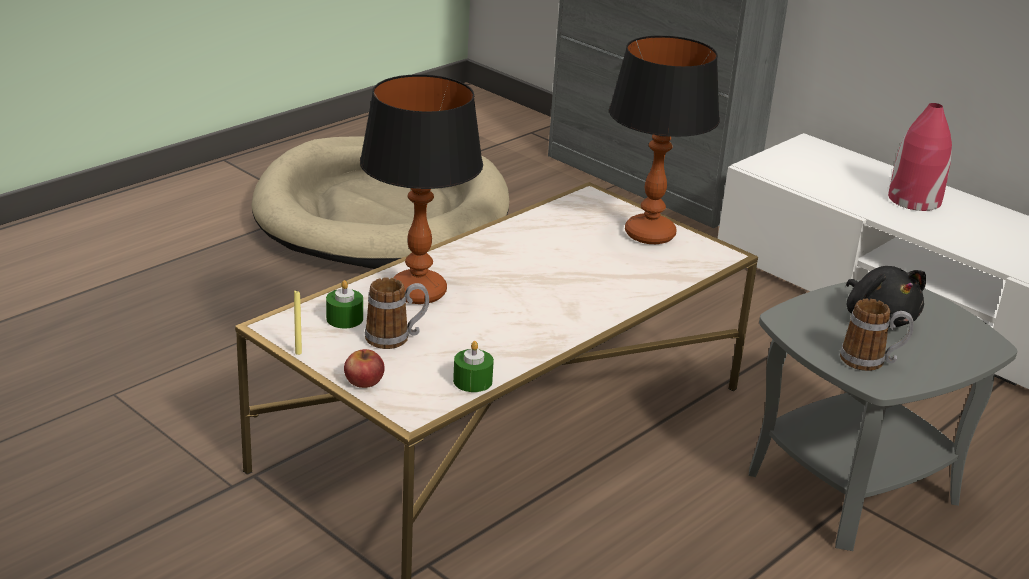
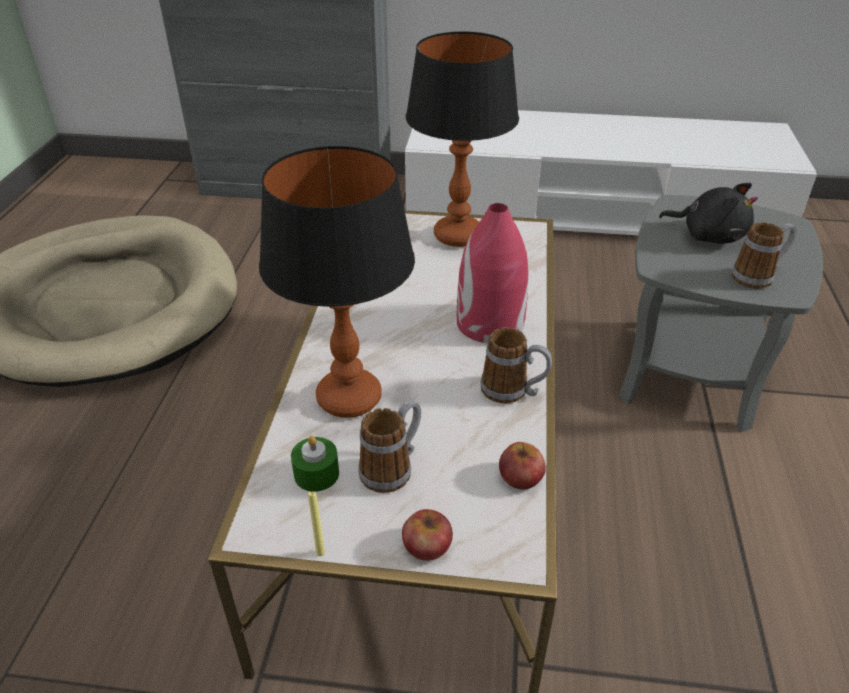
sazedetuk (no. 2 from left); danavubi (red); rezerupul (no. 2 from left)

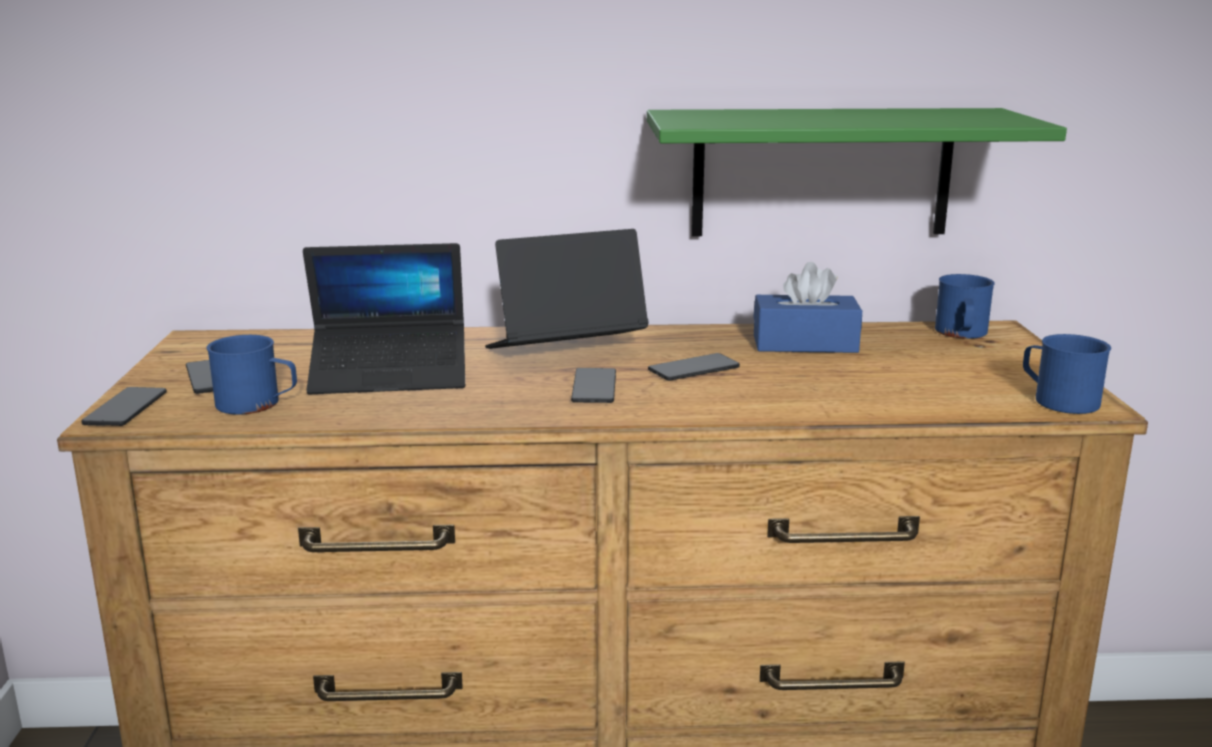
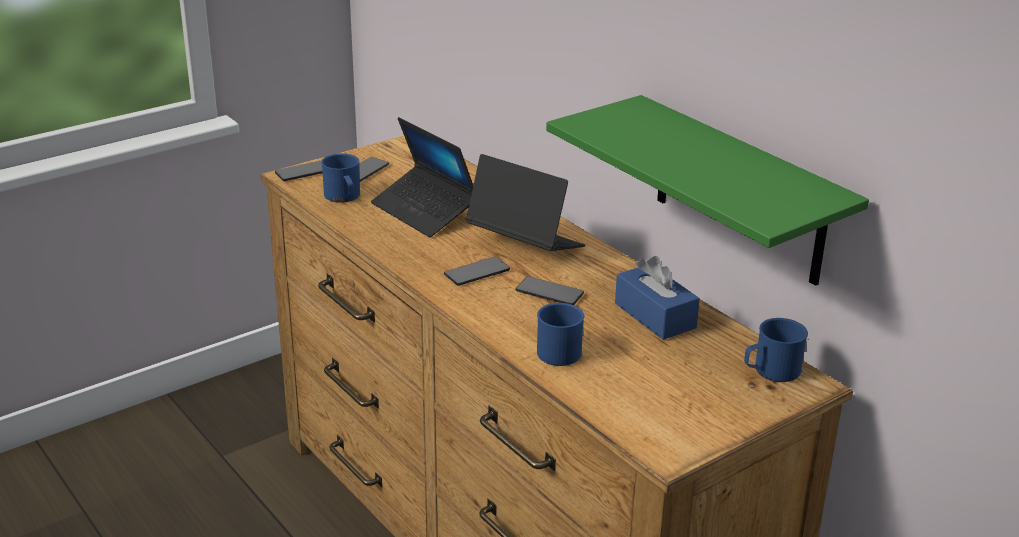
sazedetuk (blue) (no. 2 from left)

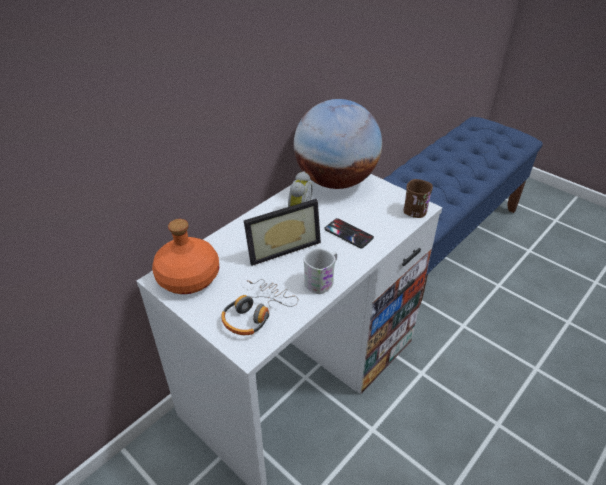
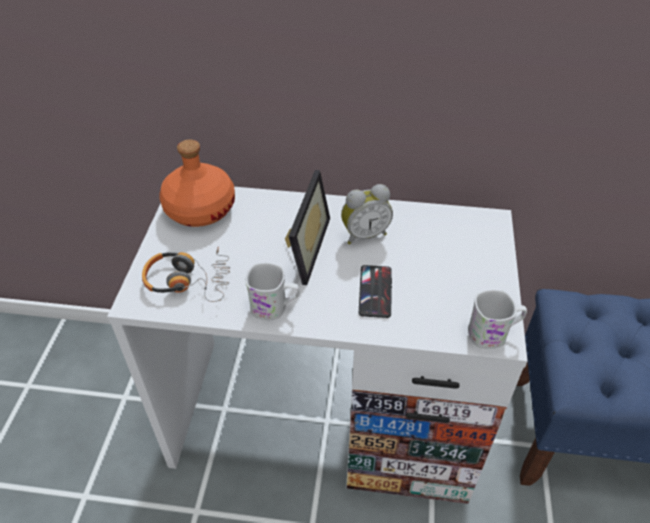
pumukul; sazedetuk (white) (no. 2 from left); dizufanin

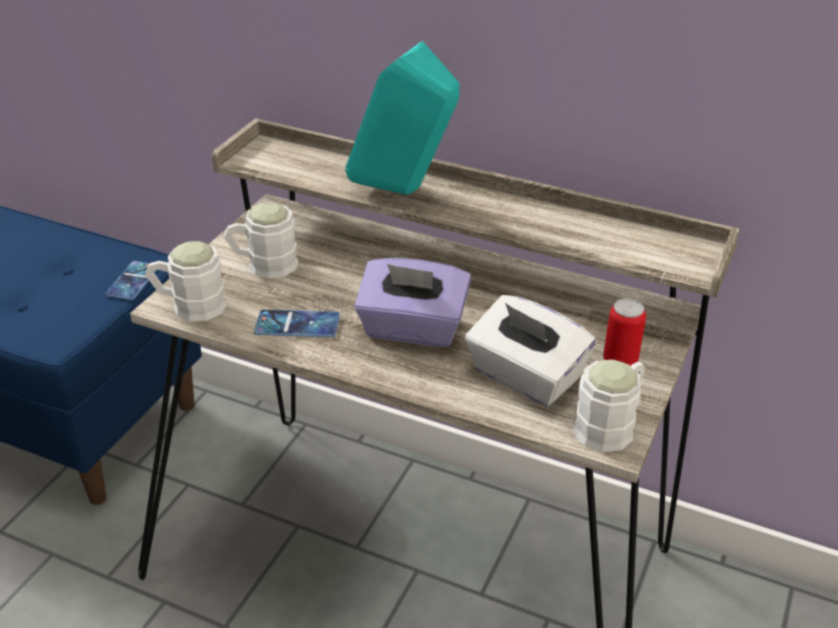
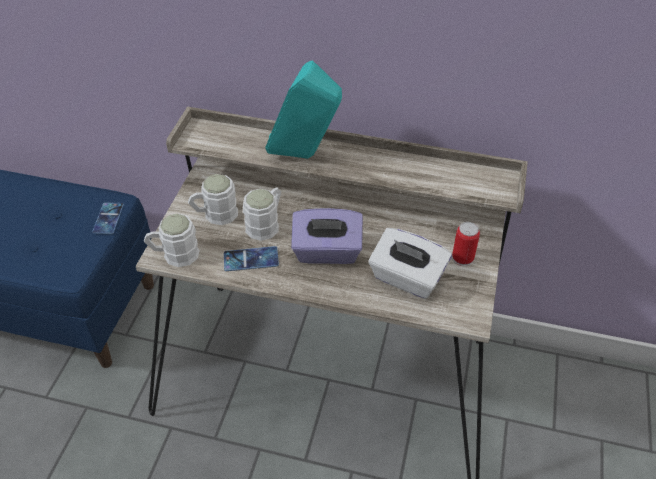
sazedetuk (white) (no. 3 from left)

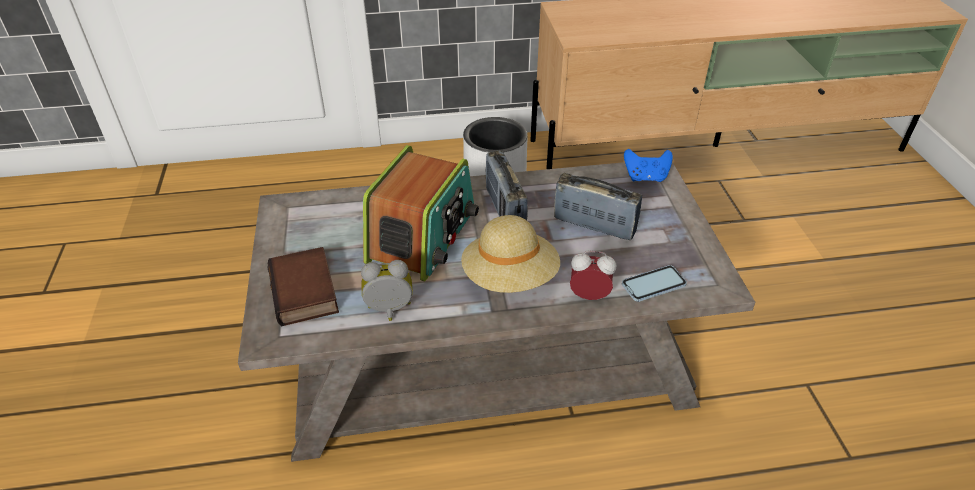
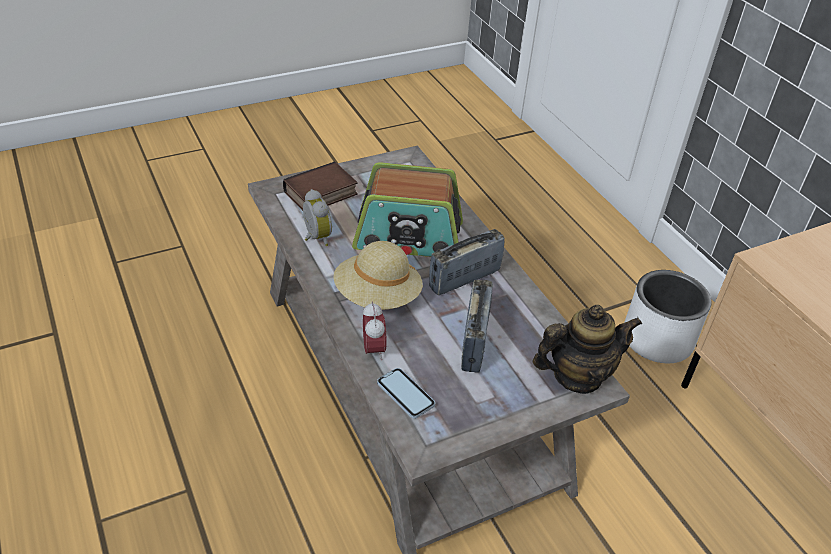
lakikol

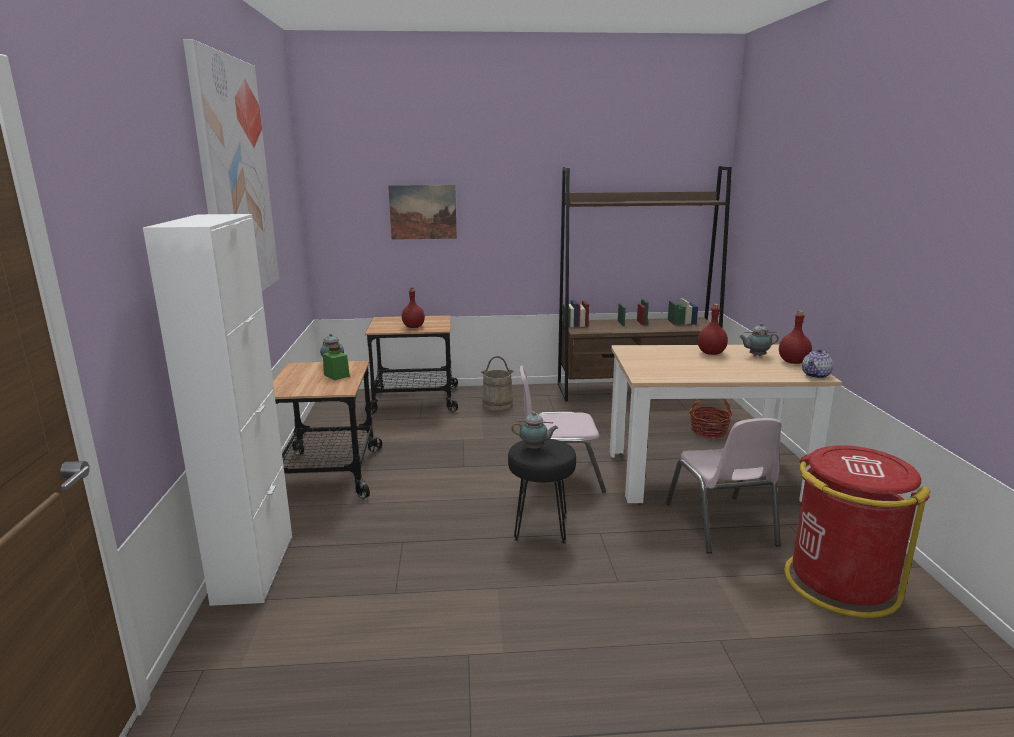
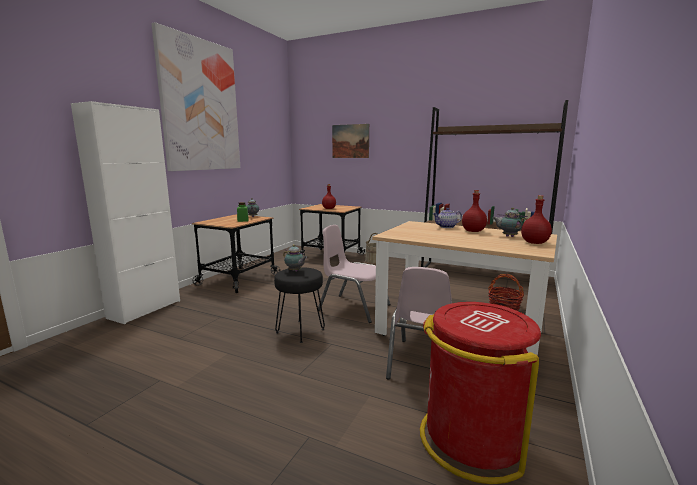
lakikol (no. 3 from left)

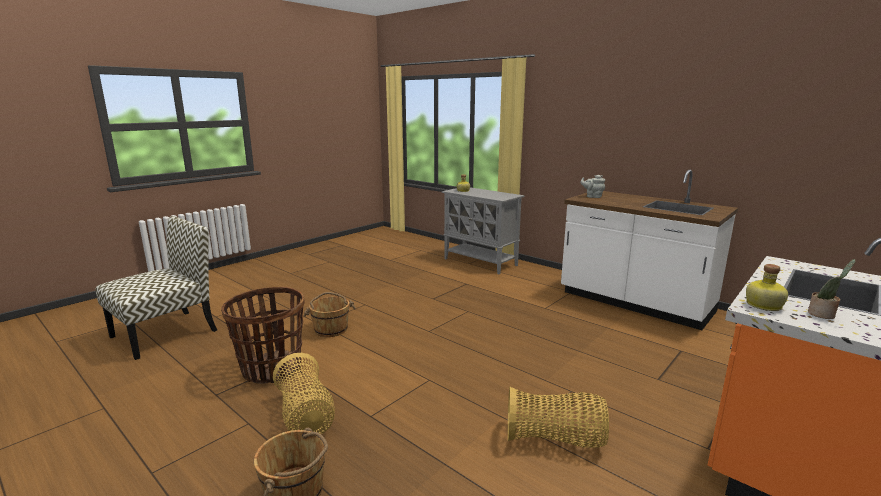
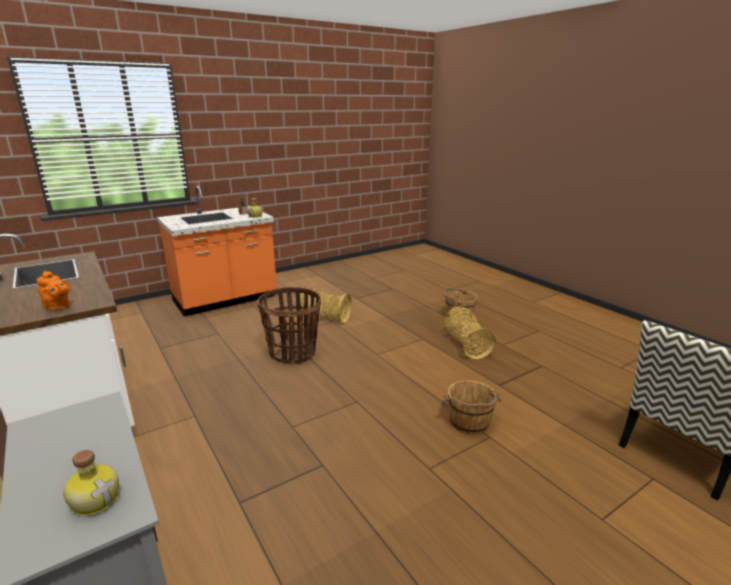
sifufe (no. 1 from left); lakikol (orange)

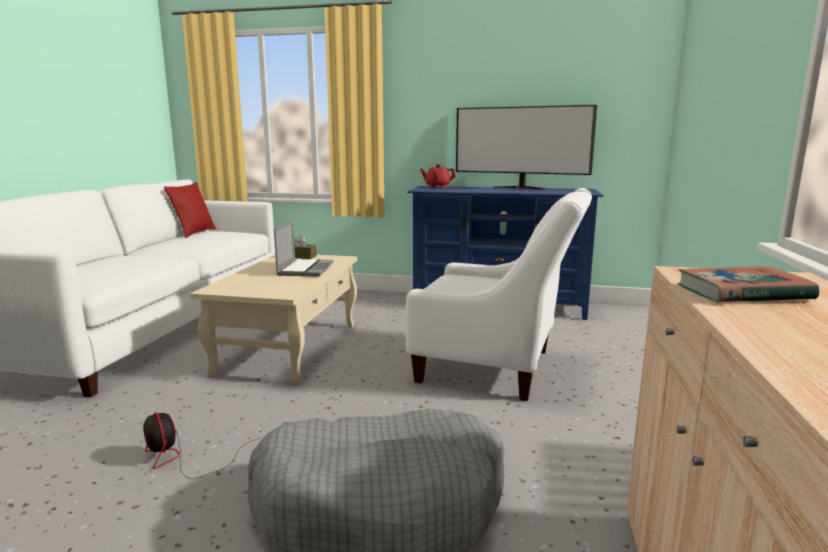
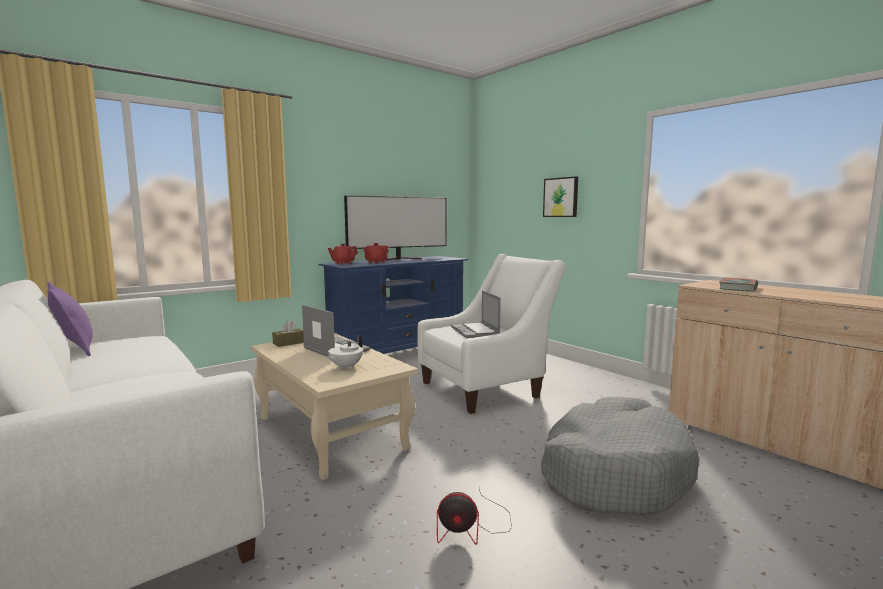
lakikol (white); lakikol (red) (no. 2 from left); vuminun (no. 2 from left); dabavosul; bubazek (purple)

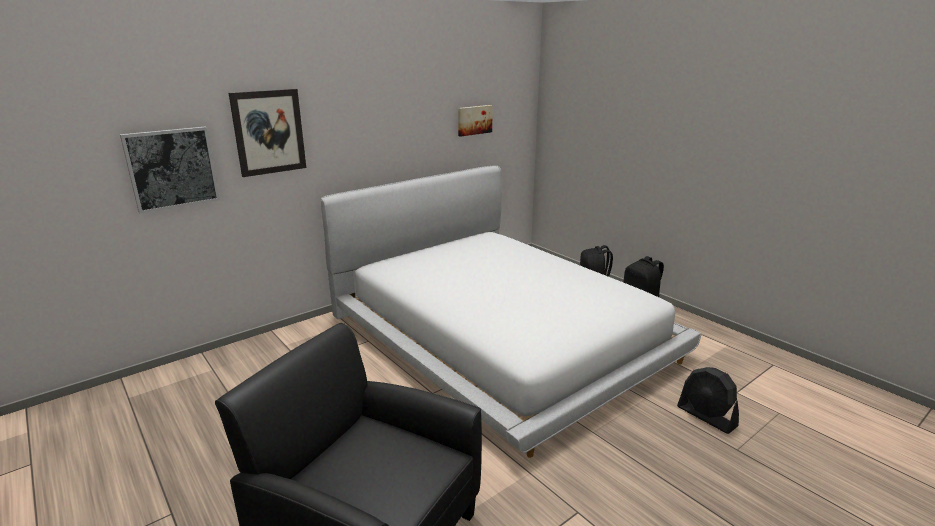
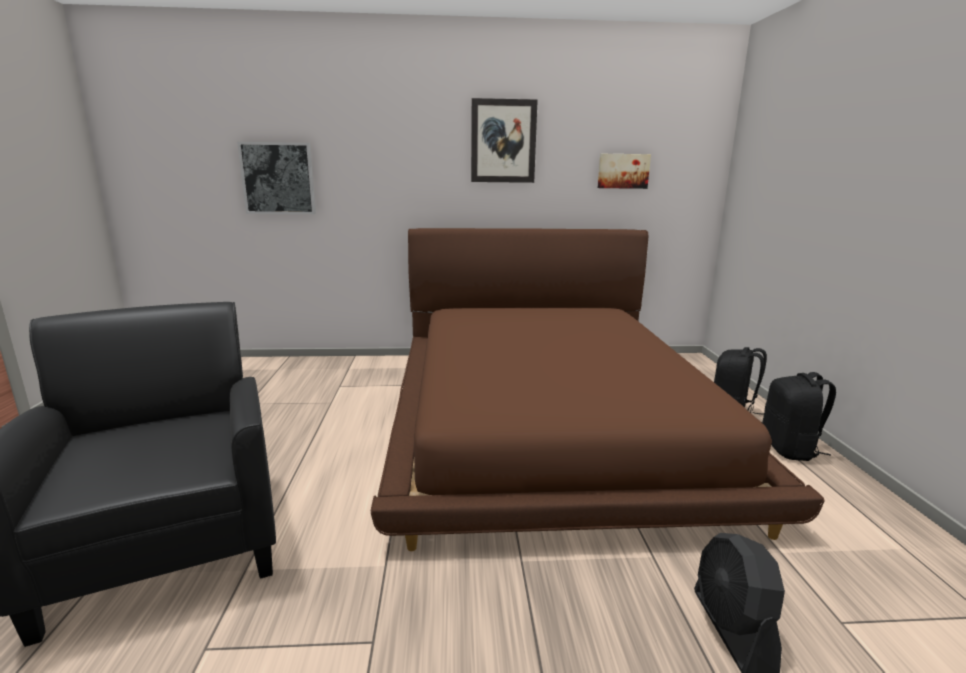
dabavosul (no. 2 from left); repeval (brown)

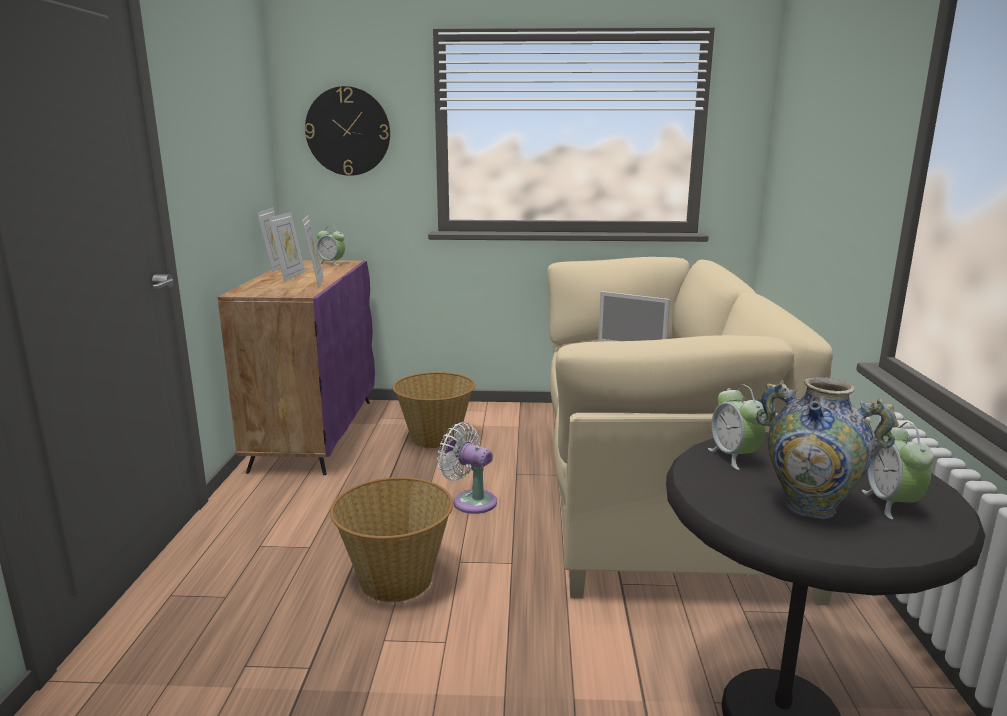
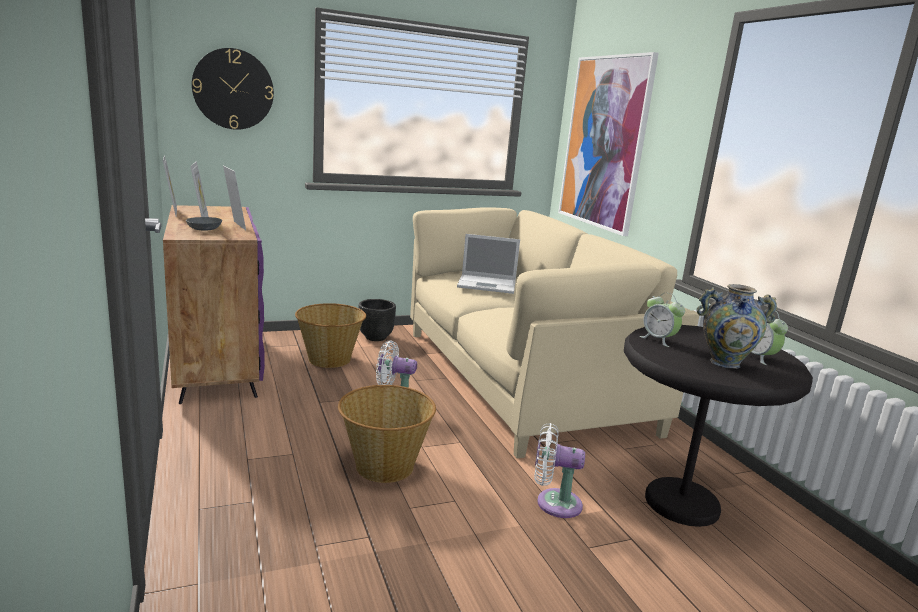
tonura (no. 1 from left in the first image); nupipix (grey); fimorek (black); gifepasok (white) (no. 2 from left); dabavosul

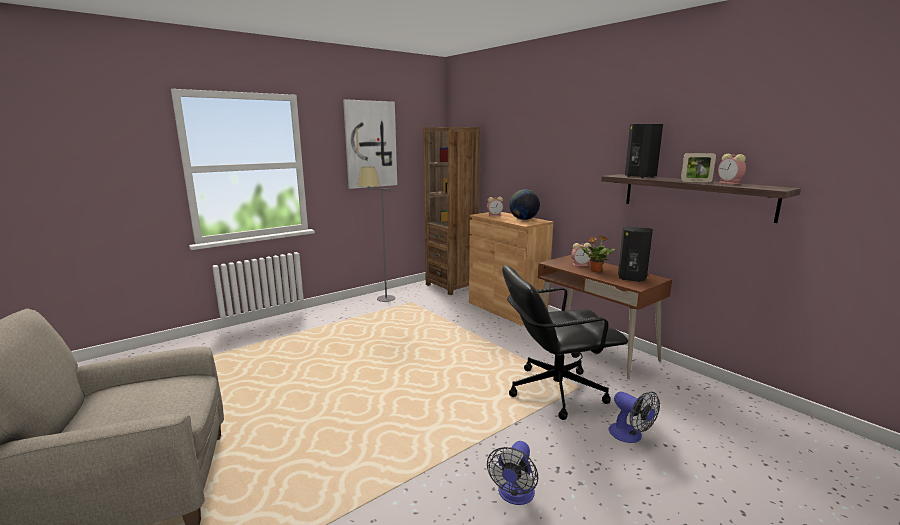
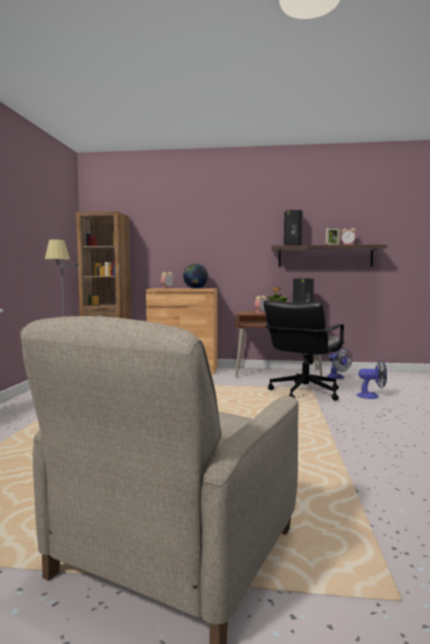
dabavosul; gifepasok (no. 1 from left)

